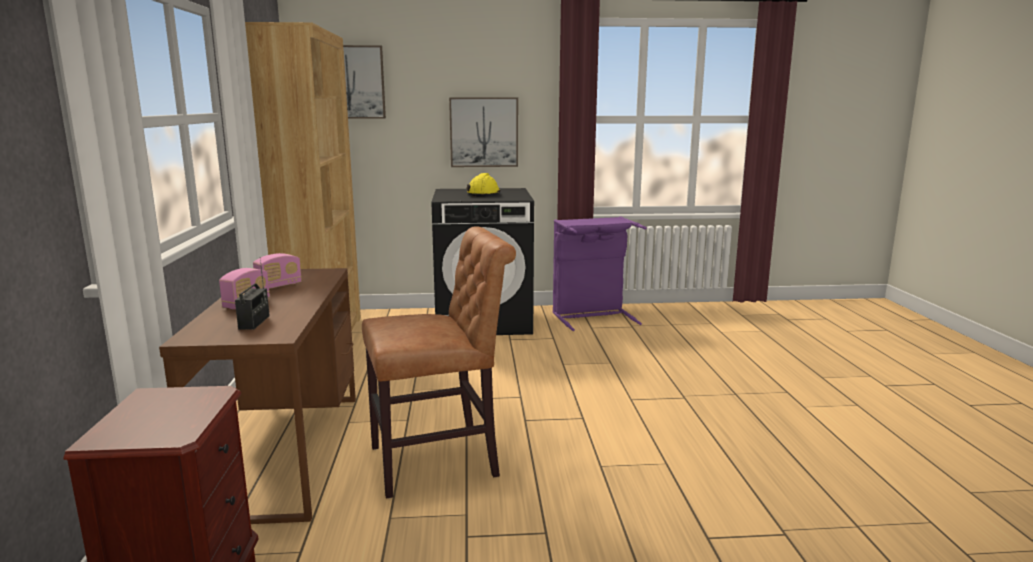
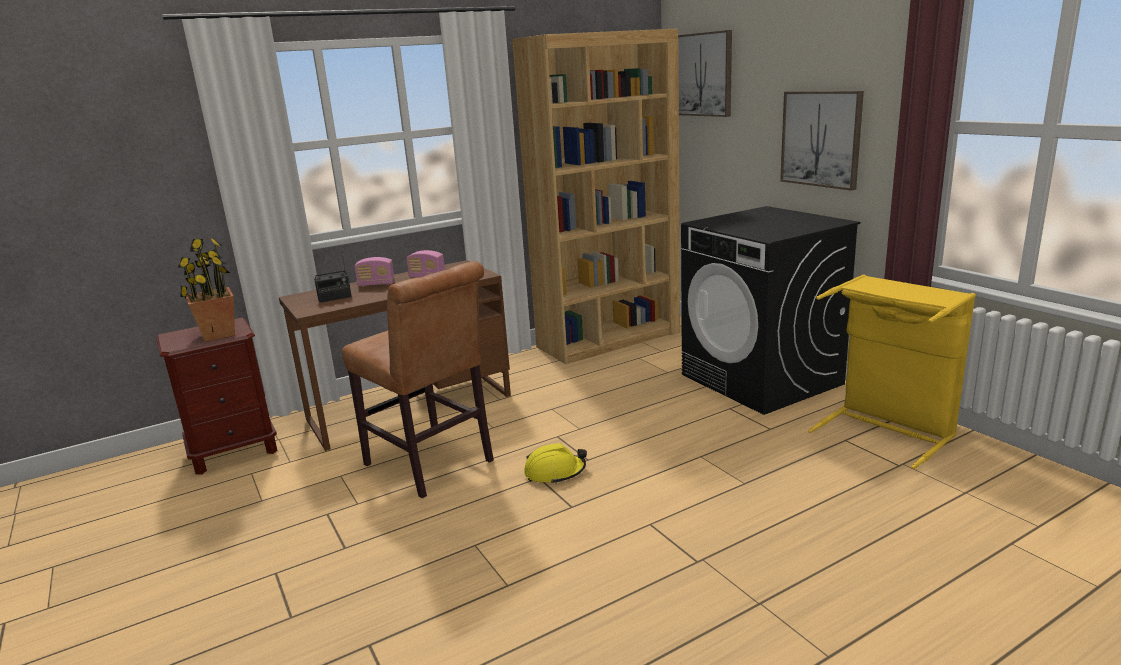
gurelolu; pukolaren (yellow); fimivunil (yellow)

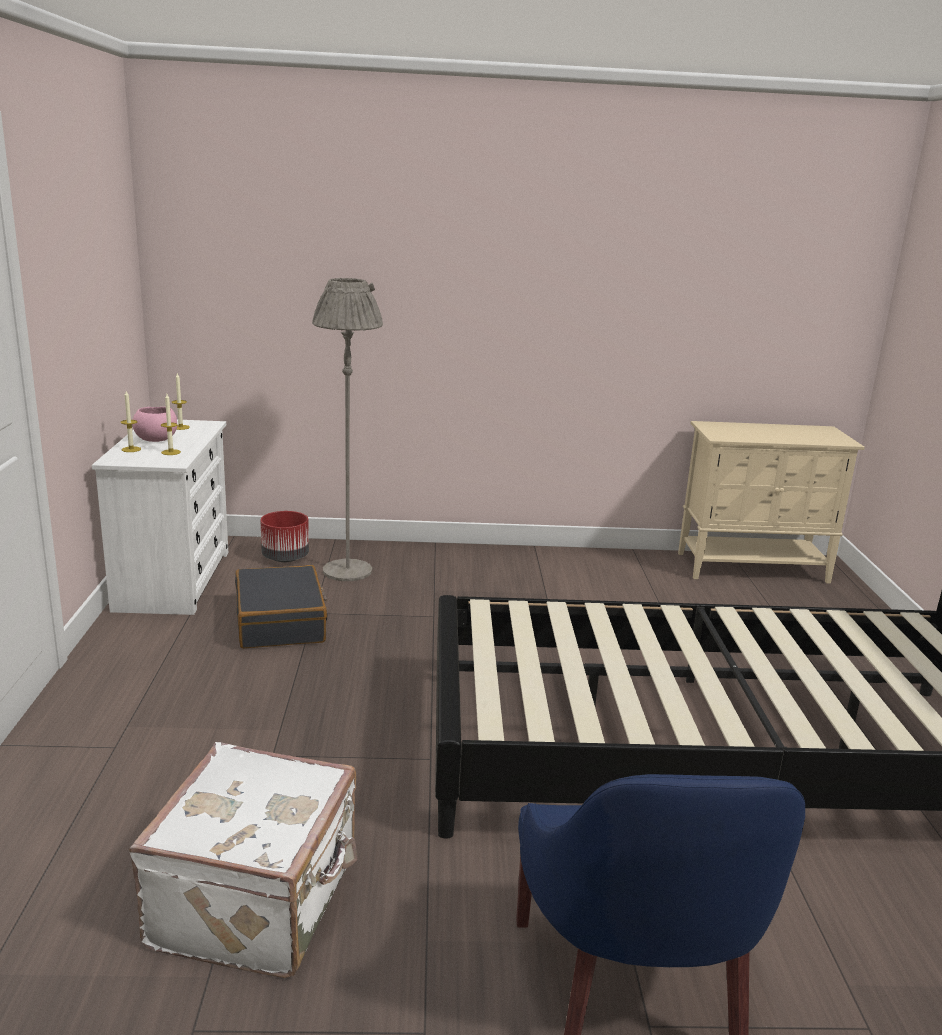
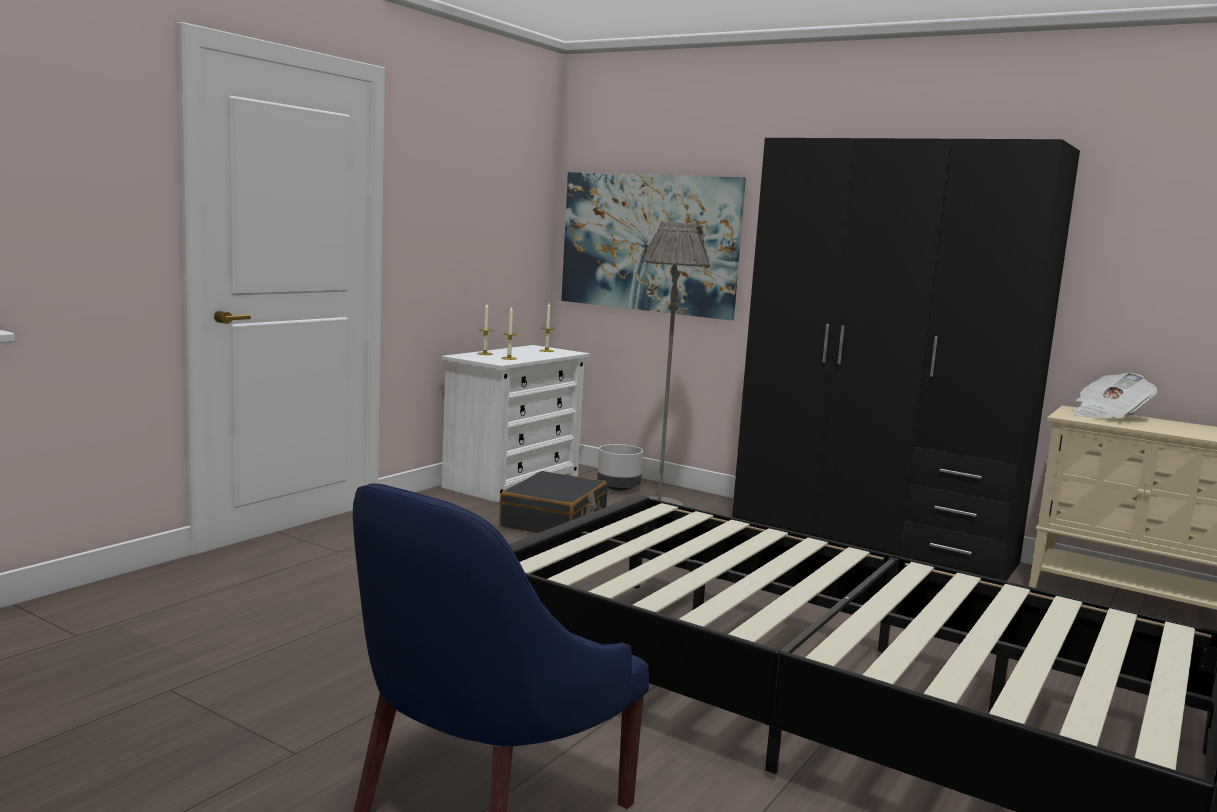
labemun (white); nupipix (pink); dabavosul; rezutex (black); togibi; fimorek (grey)

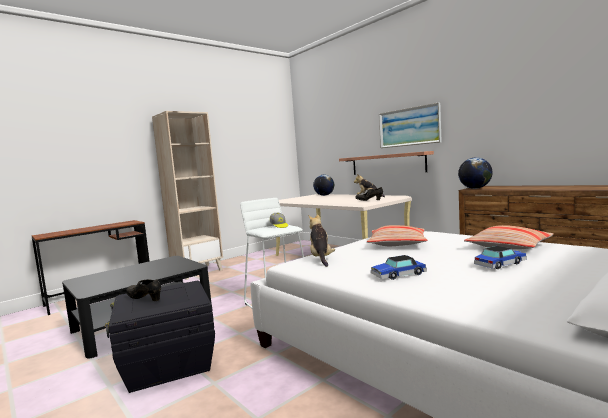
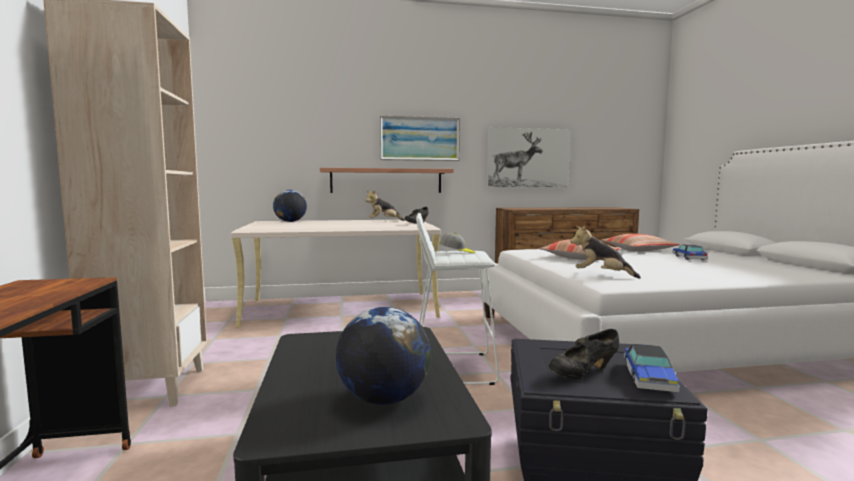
dabavosul (no. 2 from left); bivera (no. 1 from left); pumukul (no. 2 from left)

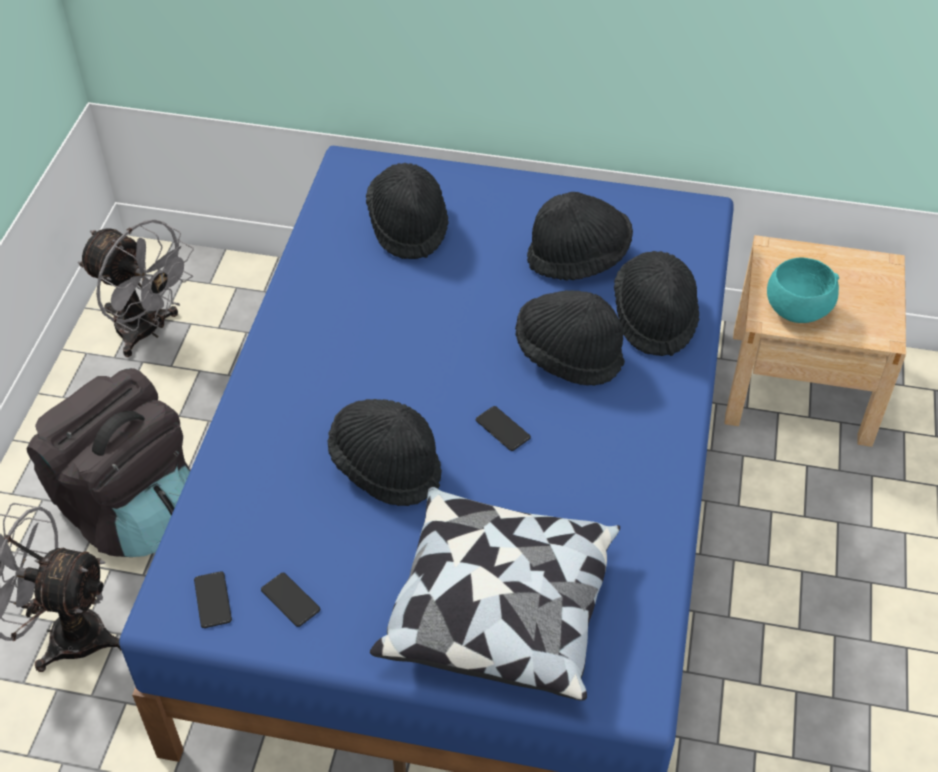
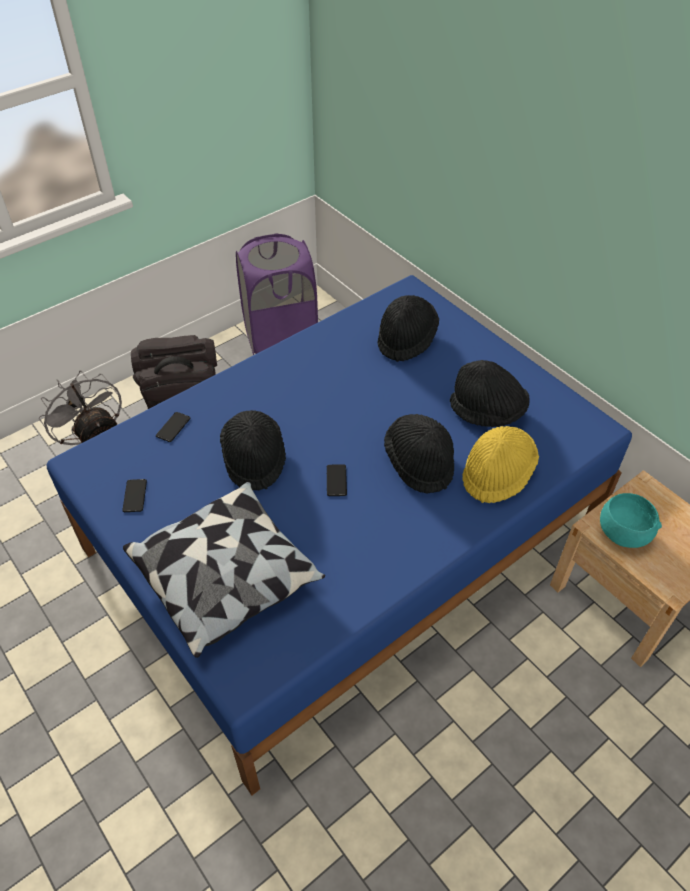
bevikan (no. 2 from left); fimivunil (purple); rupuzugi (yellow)

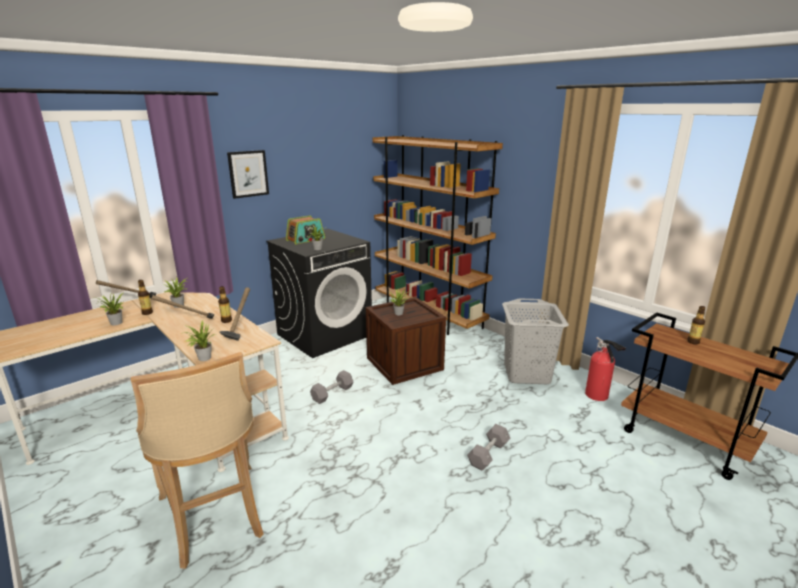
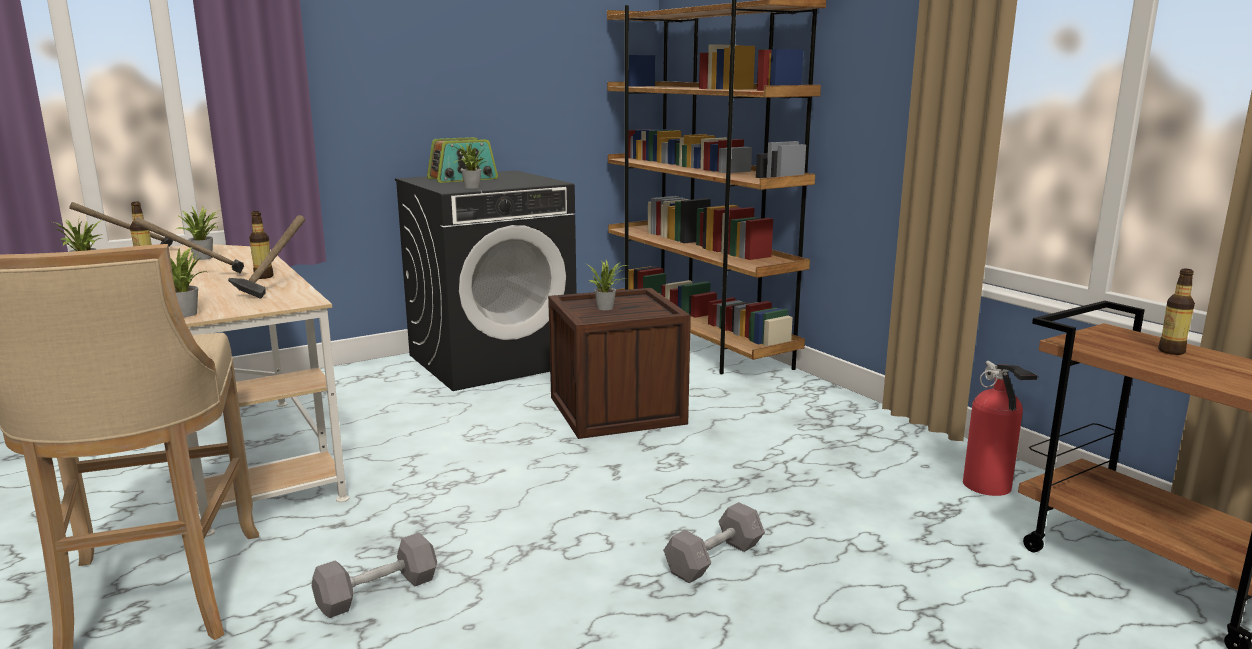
dabavosul; fimivunil (grey); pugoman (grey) (no. 1 from left)

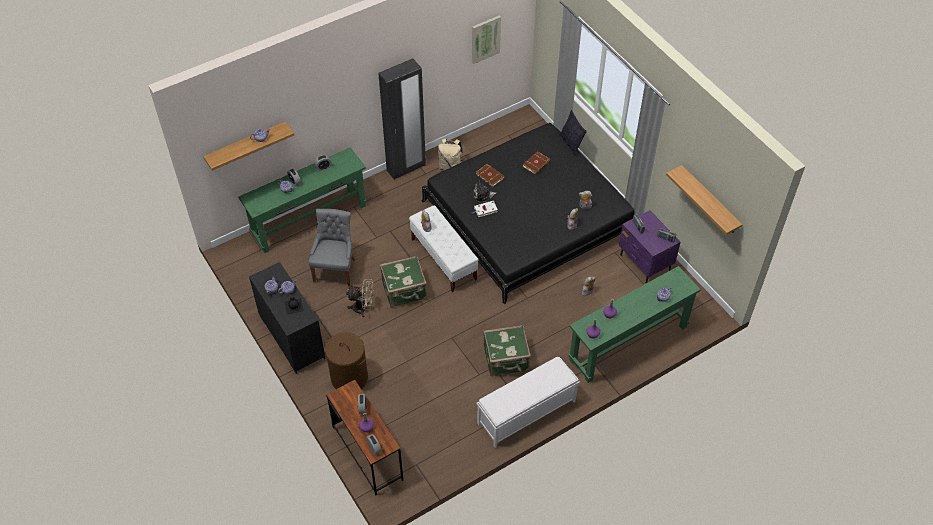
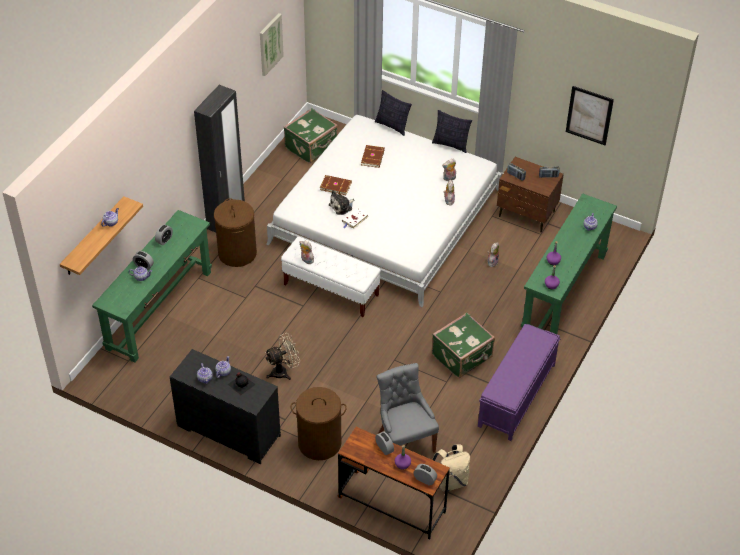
fimivunil (brown) (no. 1 from left); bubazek (no. 2 from left); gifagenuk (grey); labemun (green) (no. 1 from left); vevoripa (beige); dabavosul (no. 2 from left); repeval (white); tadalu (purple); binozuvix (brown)

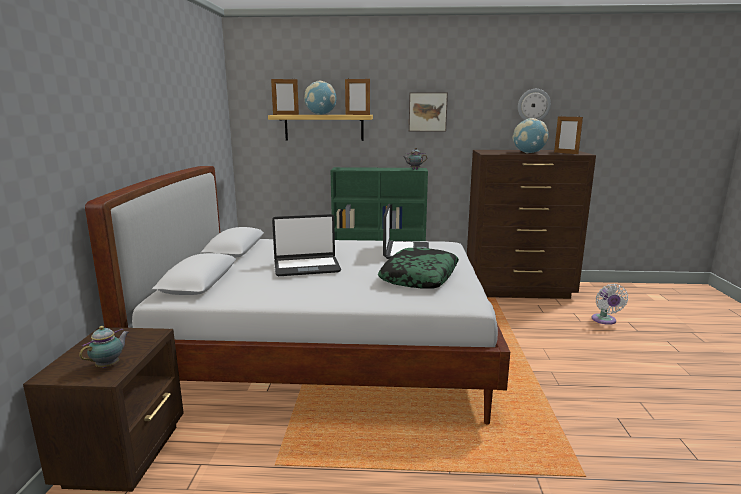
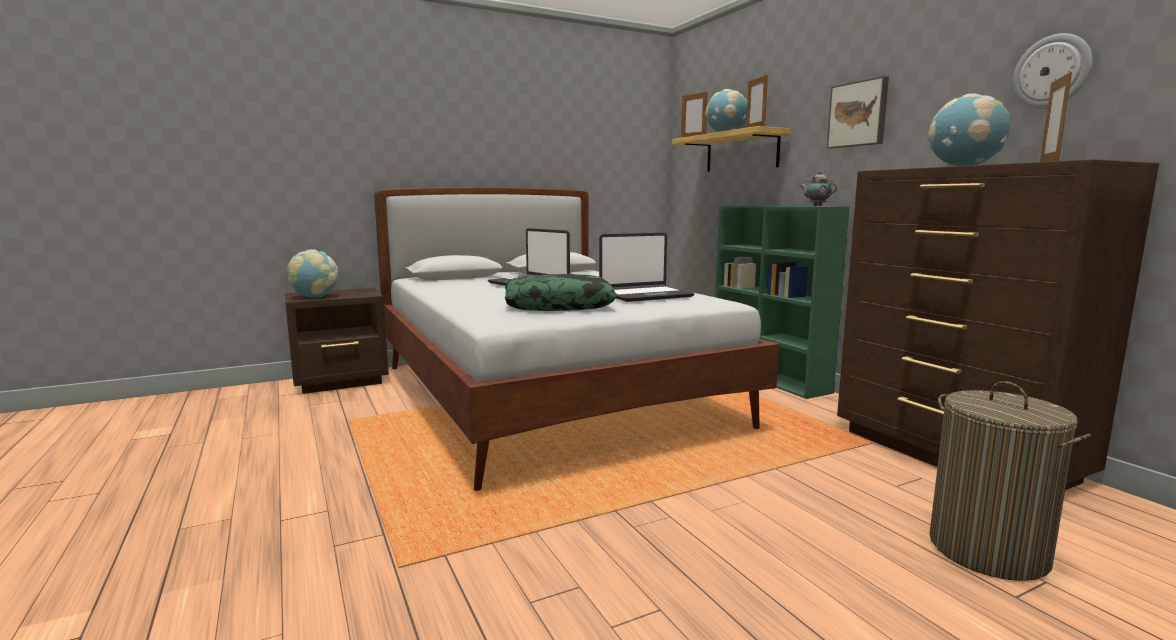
pumukul (no. 1 from left); fimivunil

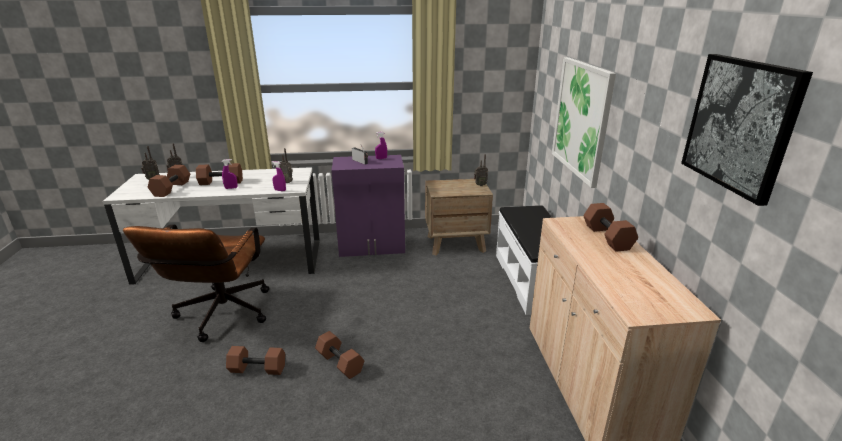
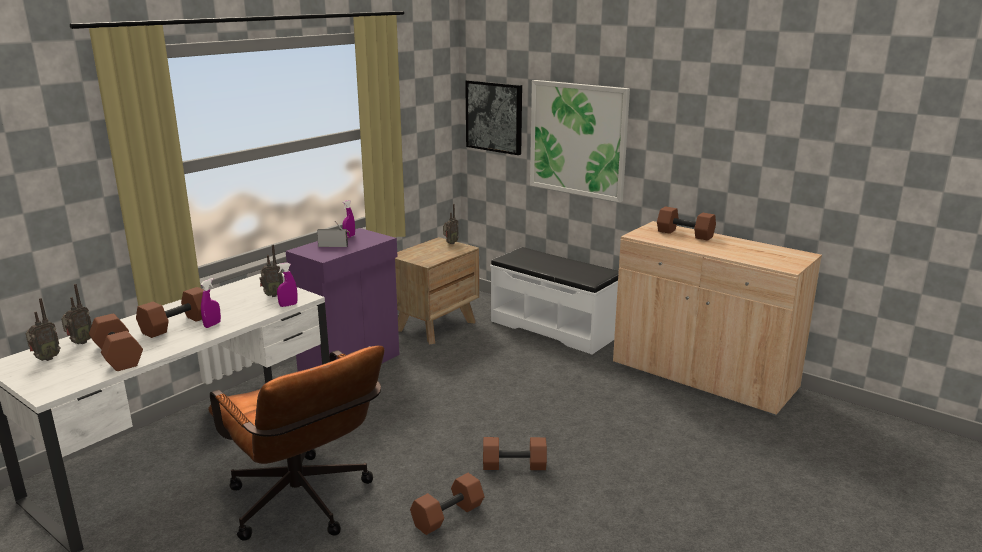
dabavosul (no. 1 from left)

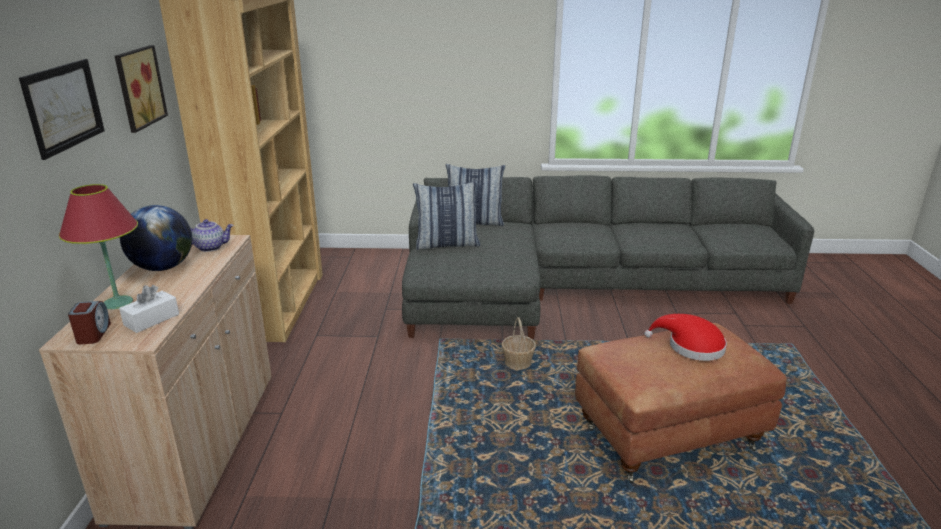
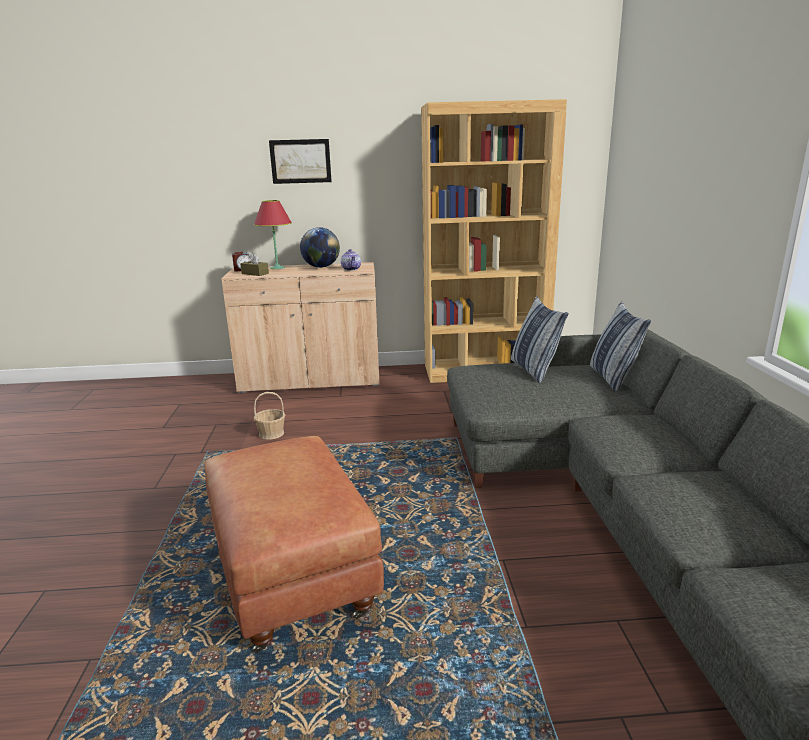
dabavosul (no. 2 from left in the first image); rupuzugi (red); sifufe; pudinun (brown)

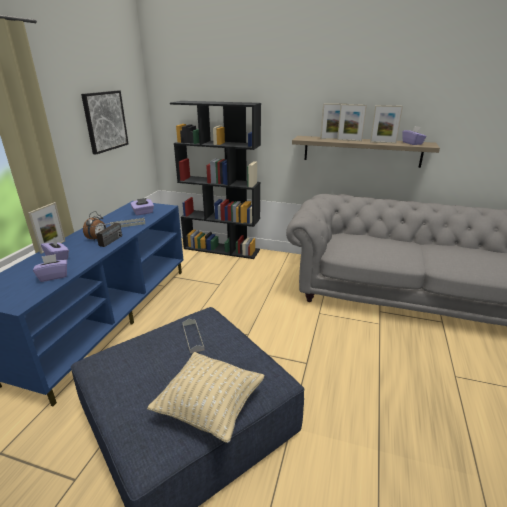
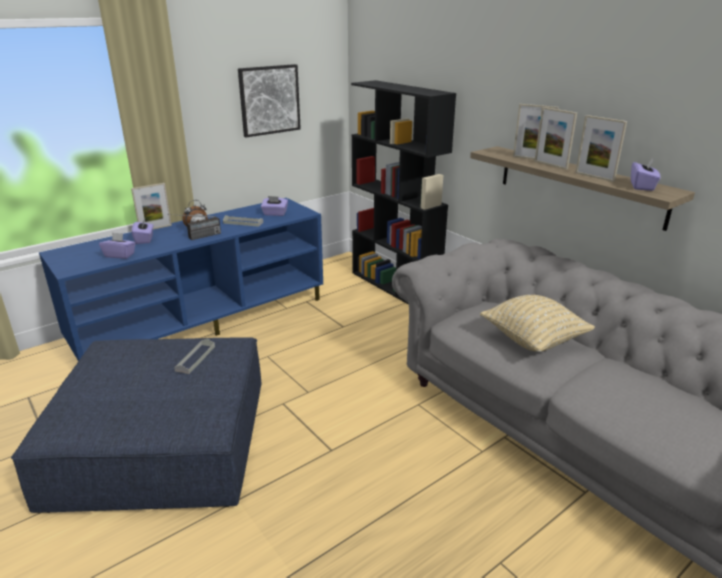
bubazek (beige)

